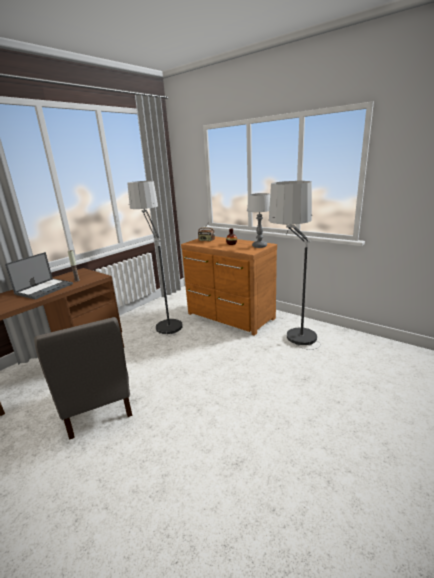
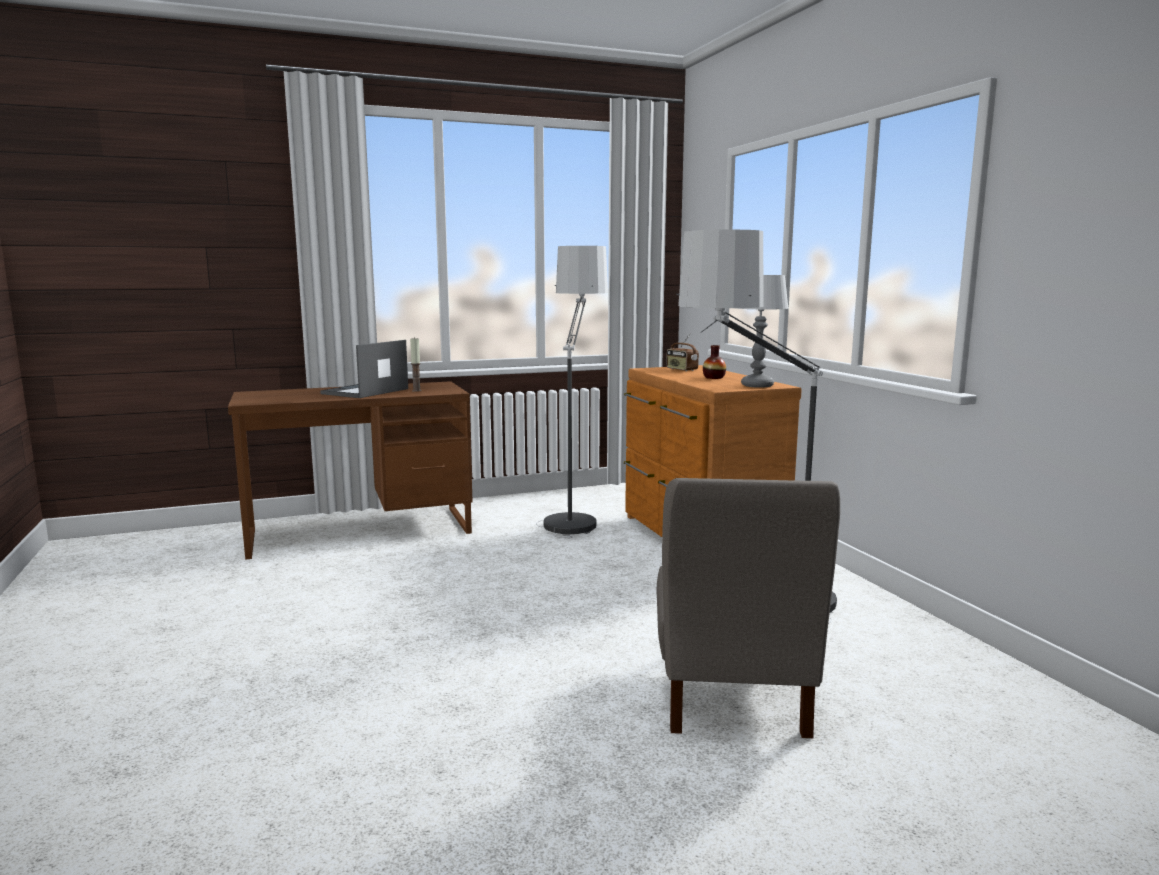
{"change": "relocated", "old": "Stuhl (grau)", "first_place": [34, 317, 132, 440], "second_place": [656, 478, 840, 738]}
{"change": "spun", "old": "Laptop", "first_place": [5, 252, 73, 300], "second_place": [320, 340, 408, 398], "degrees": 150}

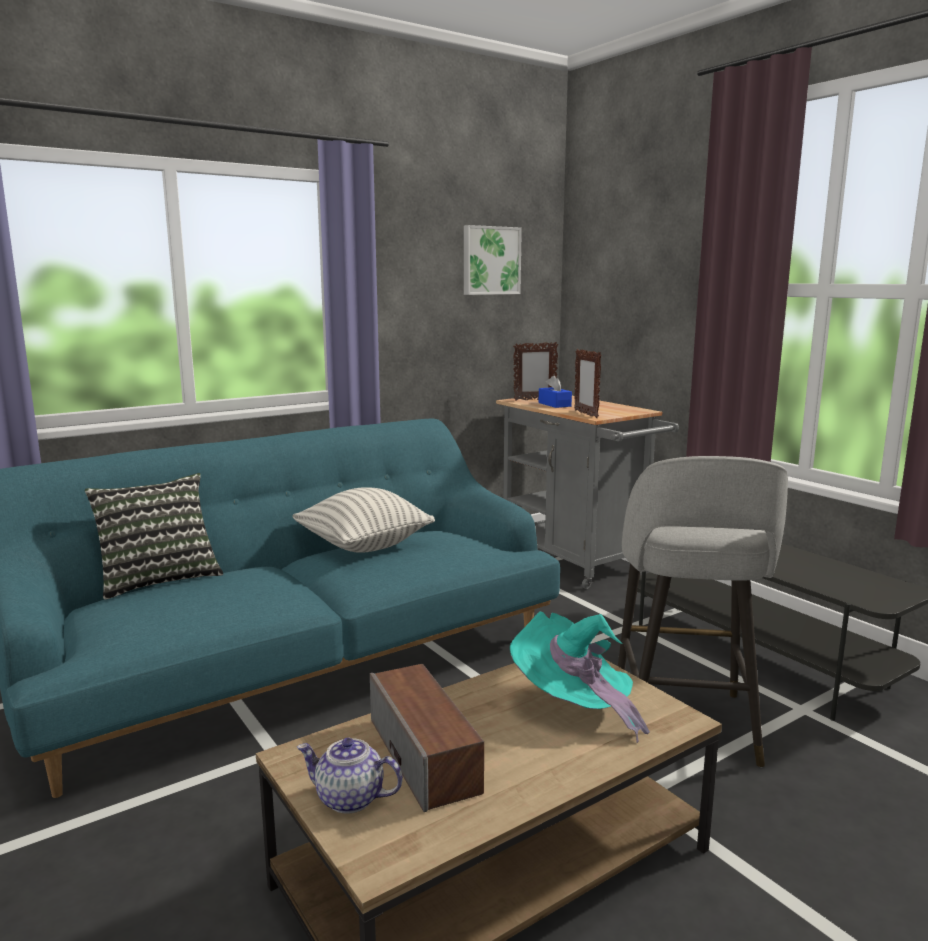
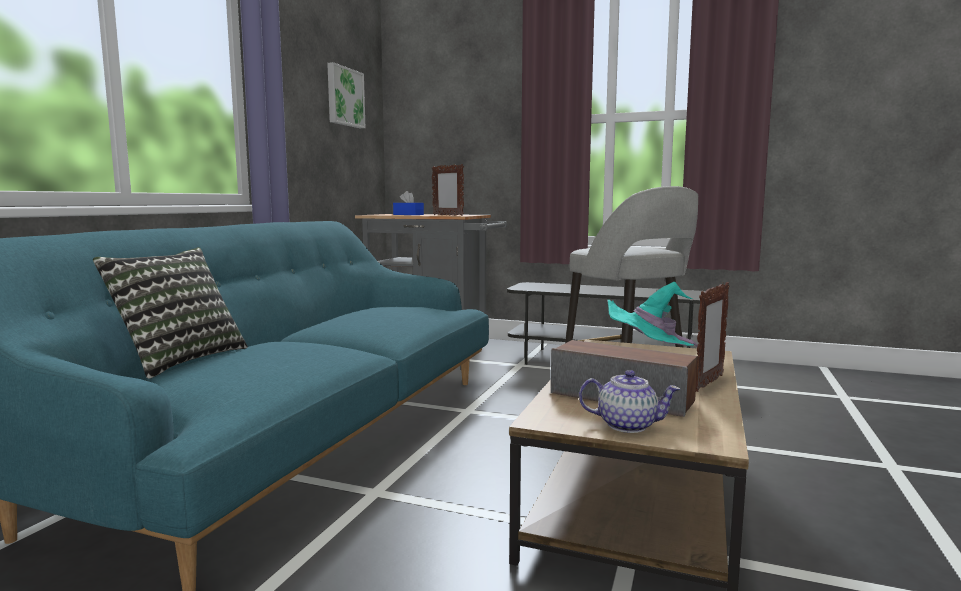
{"change": "missing", "old": "Kissen", "first_place": [292, 487, 435, 553]}
{"change": "relocated", "old": "Bilderrahmen", "first_place": [513, 342, 558, 401], "second_place": [696, 282, 730, 392]}
{"change": "spun", "old": "Teekanne", "first_place": [297, 738, 403, 814], "second_place": [579, 370, 680, 433], "degrees": -150}

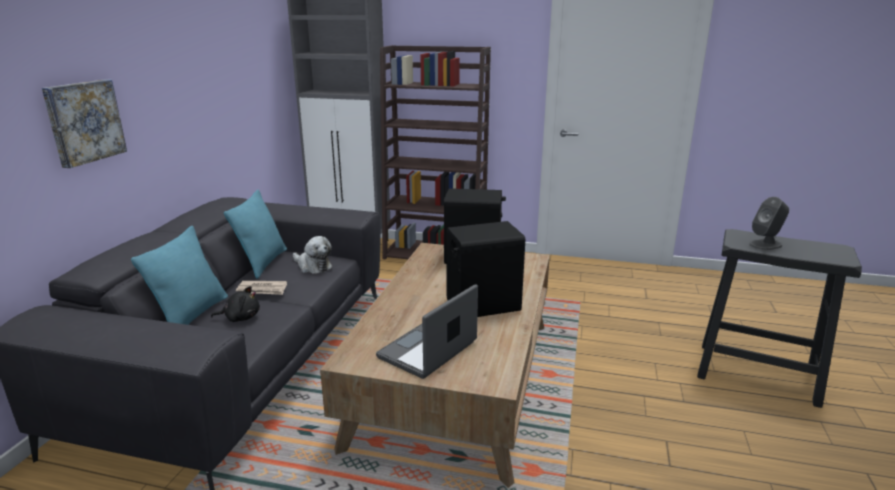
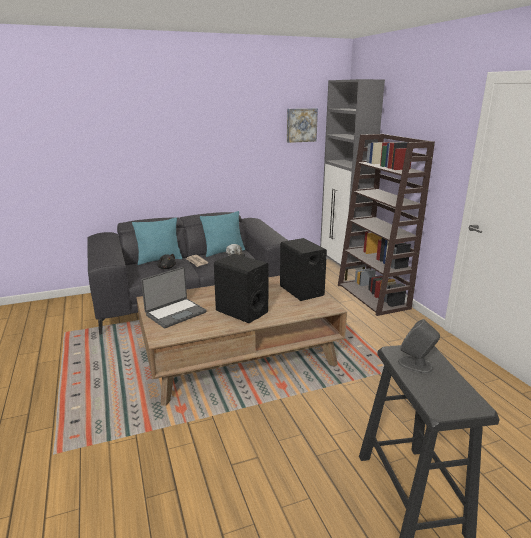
{"change": "relocated", "old": "Bild", "first_place": [42, 79, 127, 168], "second_place": [287, 108, 318, 143]}
{"change": "spun", "old": "Laptop", "first_place": [376, 284, 478, 379], "second_place": [141, 267, 207, 328], "degrees": 135}

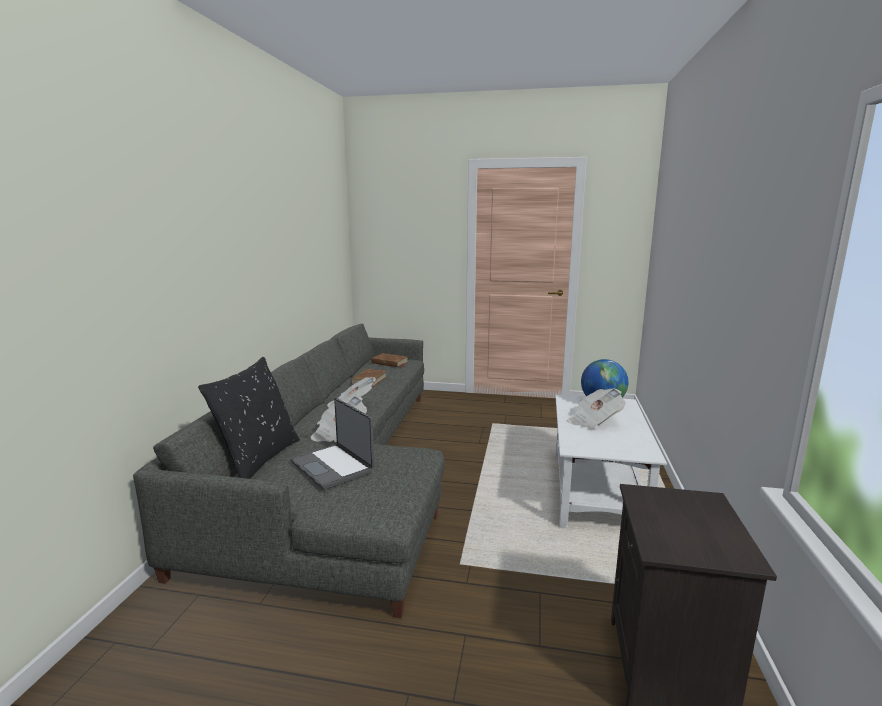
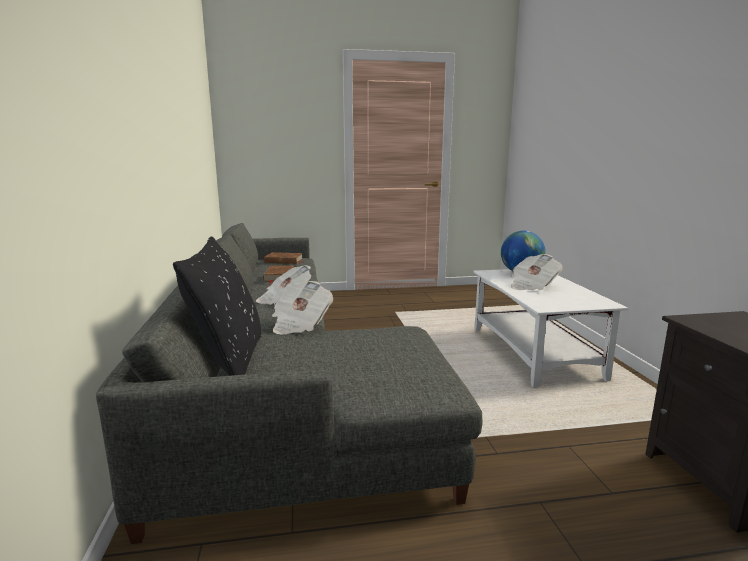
{"change": "missing", "old": "Laptop", "first_place": [291, 398, 374, 490]}

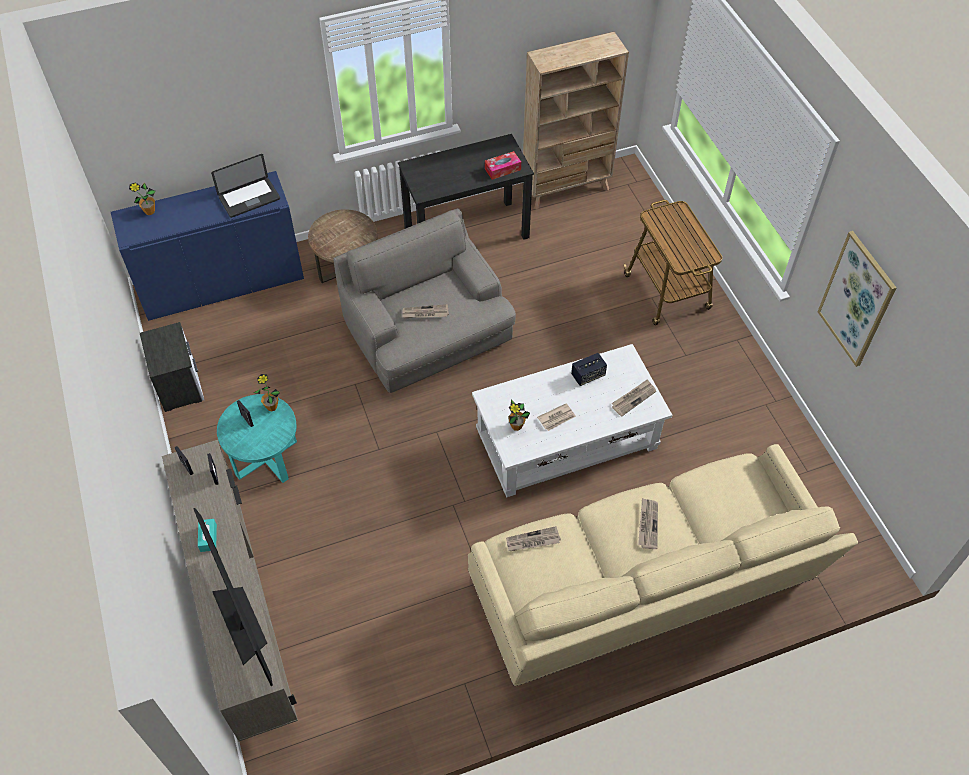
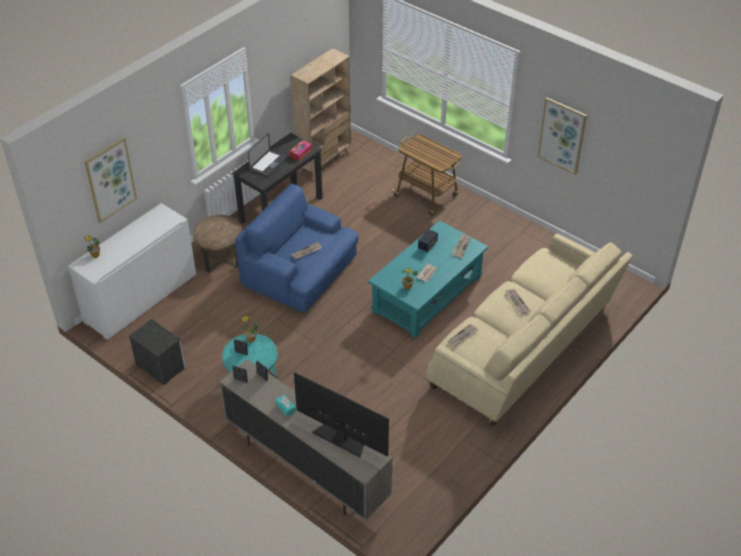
{"change": "appeared", "new": "Bild", "second_place": [84, 137, 137, 223]}
{"change": "relocated", "old": "Laptop", "first_place": [211, 154, 280, 218], "second_place": [248, 133, 287, 177]}
{"change": "colour", "old": "Schrank (blau)", "new": "Schrank (weiß)", "first_place": [111, 171, 304, 321], "second_place": [68, 203, 196, 340]}
{"change": "colour", "old": "Sessel (grau)", "new": "Sessel (blau)", "first_place": [333, 208, 516, 393], "second_place": [235, 184, 359, 313]}
{"change": "colour", "old": "Couchtisch (weiß)", "new": "Couchtisch (türkis)", "first_place": [472, 344, 672, 497], "second_place": [368, 221, 488, 338]}

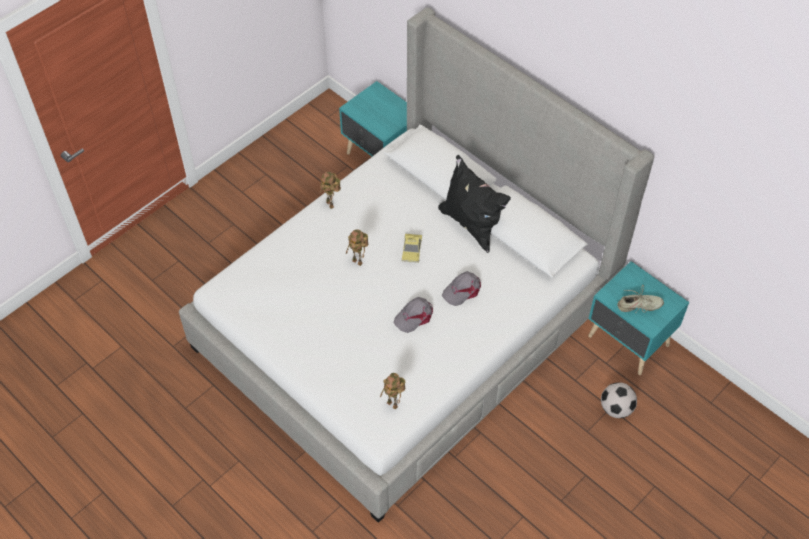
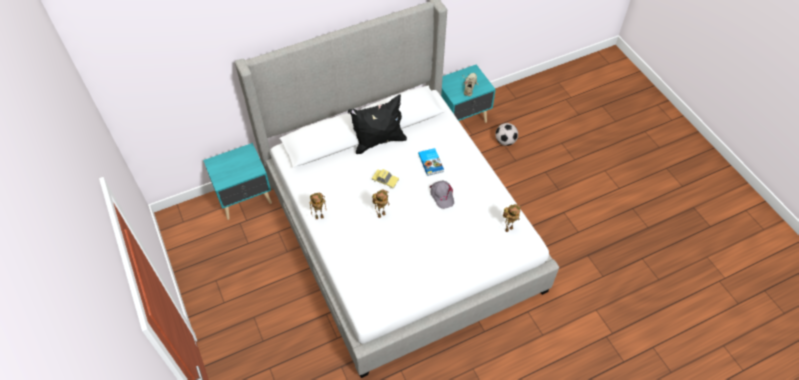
{"change": "exchanged", "old": "Kappe (grau)", "new": "Buch", "first_place": [442, 271, 481, 306], "second_place": [418, 148, 444, 176]}

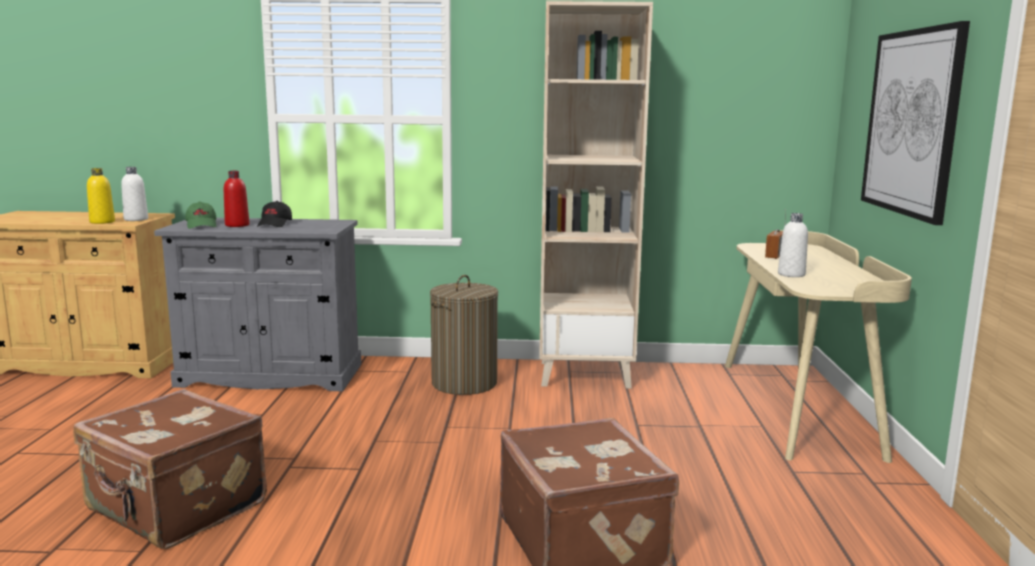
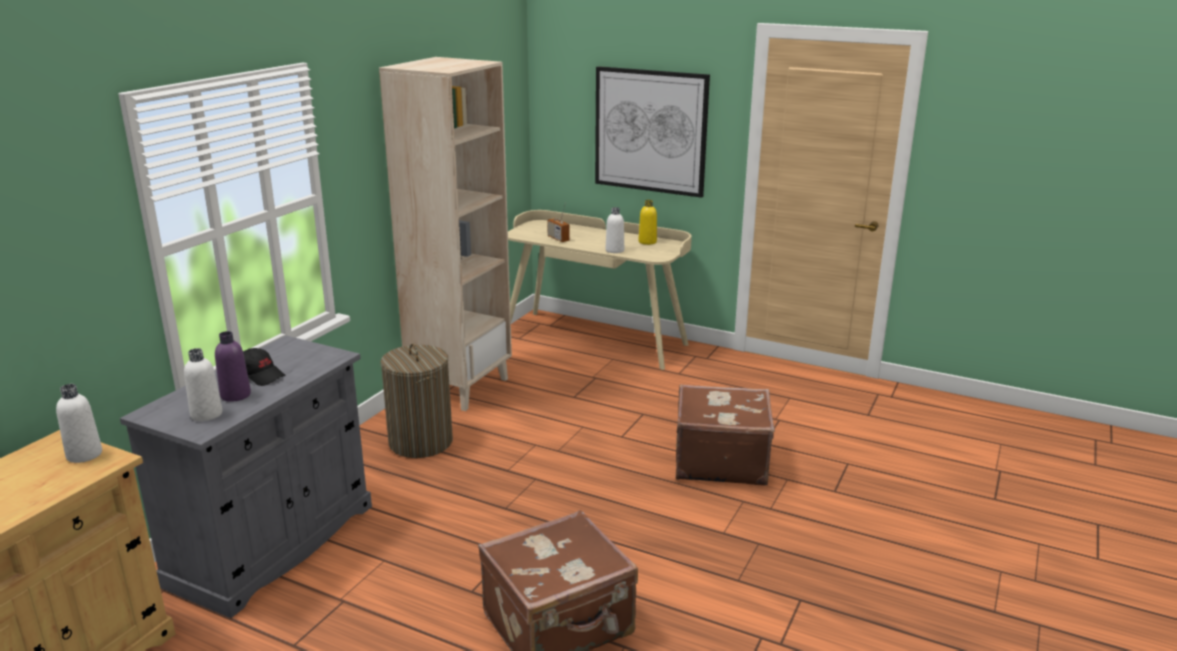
{"change": "relocated", "old": "Flasche (gelb)", "first_place": [87, 168, 115, 224], "second_place": [638, 200, 657, 245]}
{"change": "exchanged", "old": "Kappe (grün)", "new": "Flasche (weiß)", "first_place": [185, 201, 216, 229], "second_place": [184, 348, 222, 421]}
{"change": "colour", "old": "Flasche (rot)", "new": "Flasche (lila)", "first_place": [224, 171, 249, 227], "second_place": [215, 331, 251, 402]}

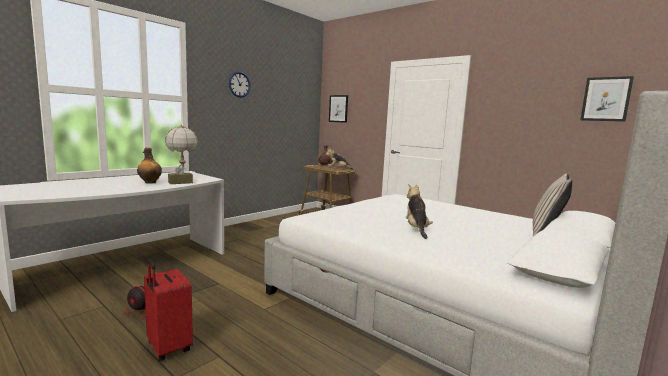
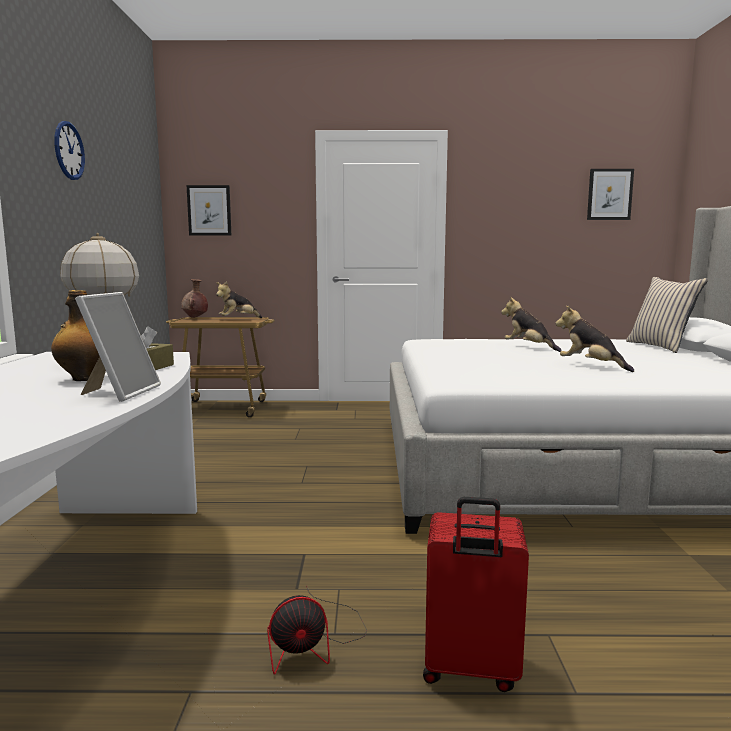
{"change": "appeared", "new": "Bilderrahmen", "second_place": [75, 292, 161, 402]}
{"change": "appeared", "new": "Plüschtier", "second_place": [501, 297, 562, 352]}

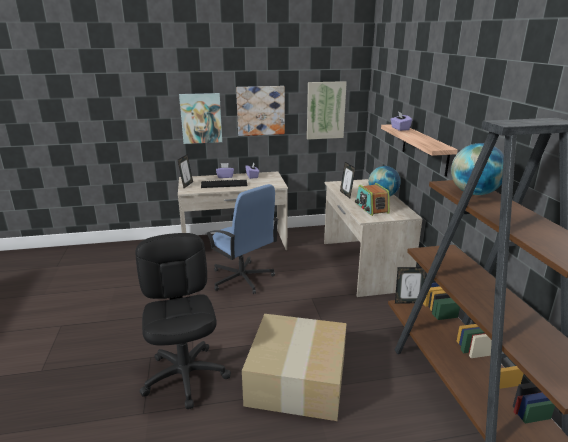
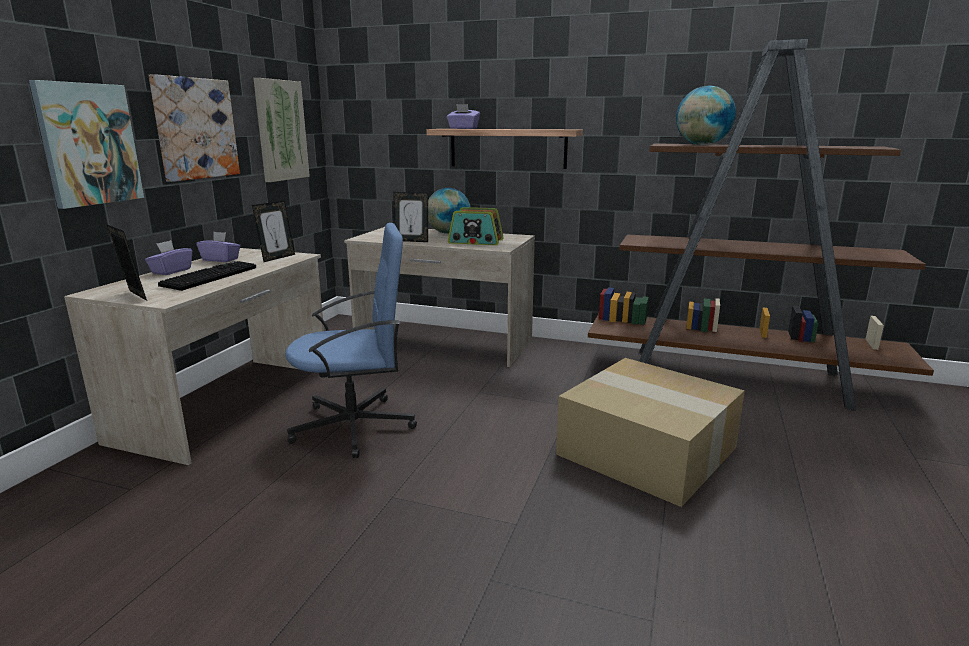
{"change": "missing", "old": "Bürostuhl (schwarz)", "first_place": [135, 233, 231, 409]}
{"change": "relocated", "old": "Bilderrahmen", "first_place": [395, 267, 427, 303], "second_place": [252, 200, 295, 262]}

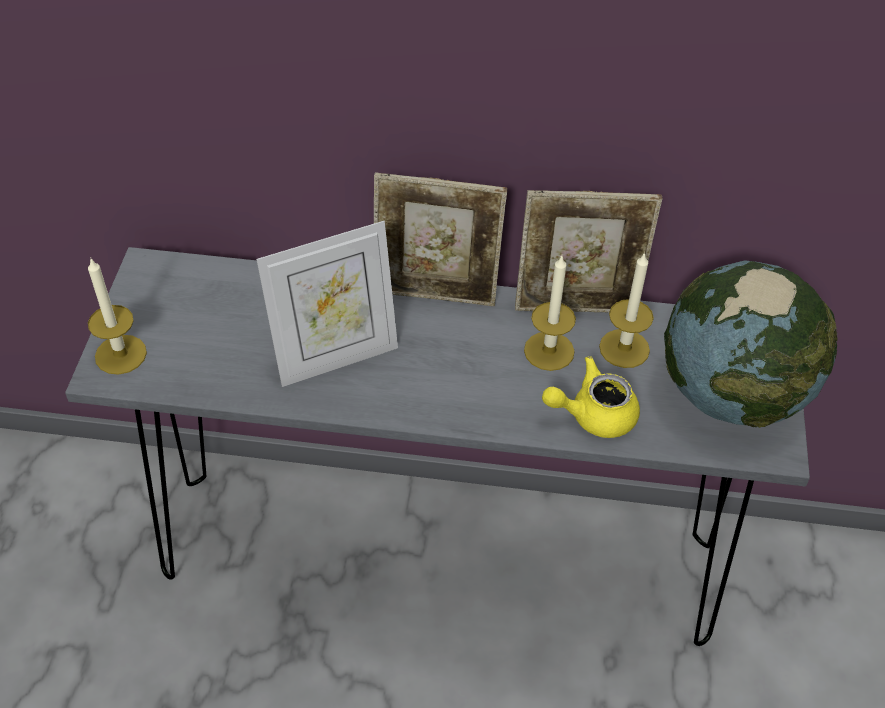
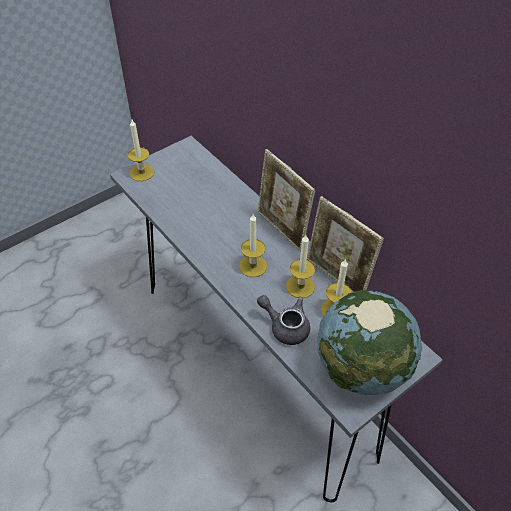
{"change": "missing", "old": "Bilderrahmen", "first_place": [256, 221, 398, 387]}
{"change": "appeared", "new": "Kerze", "second_place": [239, 214, 267, 277]}
{"change": "colour", "old": "Teekanne (gelb)", "new": "Teekanne (grau)", "first_place": [542, 356, 640, 438], "second_place": [257, 295, 310, 345]}

